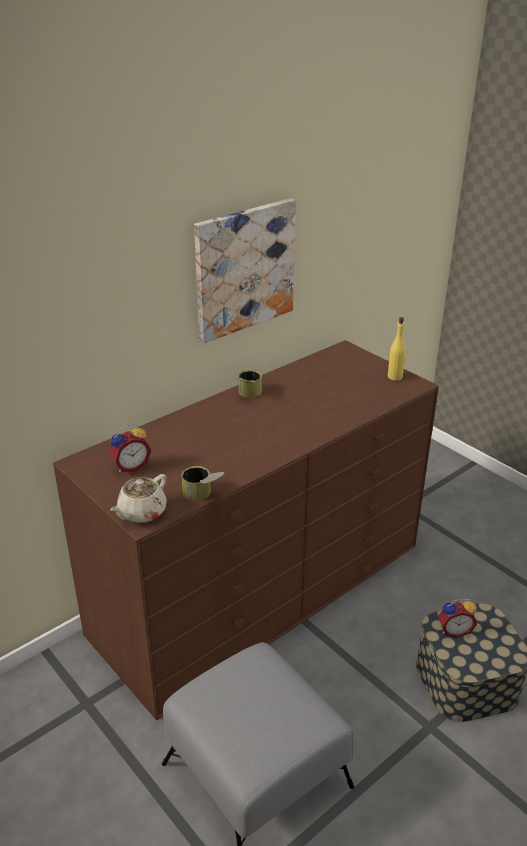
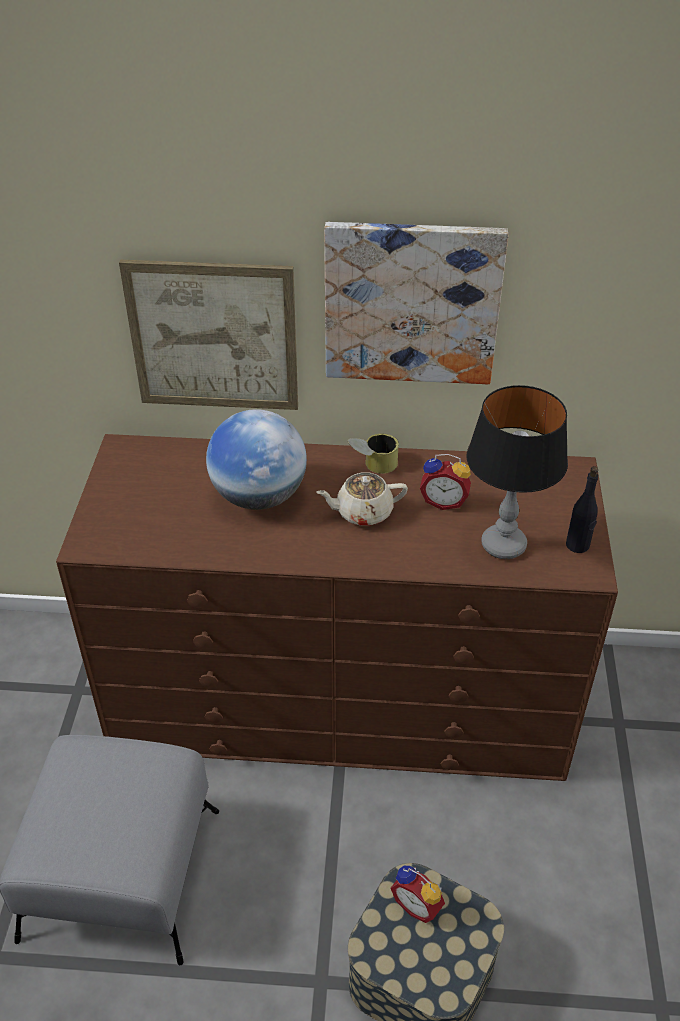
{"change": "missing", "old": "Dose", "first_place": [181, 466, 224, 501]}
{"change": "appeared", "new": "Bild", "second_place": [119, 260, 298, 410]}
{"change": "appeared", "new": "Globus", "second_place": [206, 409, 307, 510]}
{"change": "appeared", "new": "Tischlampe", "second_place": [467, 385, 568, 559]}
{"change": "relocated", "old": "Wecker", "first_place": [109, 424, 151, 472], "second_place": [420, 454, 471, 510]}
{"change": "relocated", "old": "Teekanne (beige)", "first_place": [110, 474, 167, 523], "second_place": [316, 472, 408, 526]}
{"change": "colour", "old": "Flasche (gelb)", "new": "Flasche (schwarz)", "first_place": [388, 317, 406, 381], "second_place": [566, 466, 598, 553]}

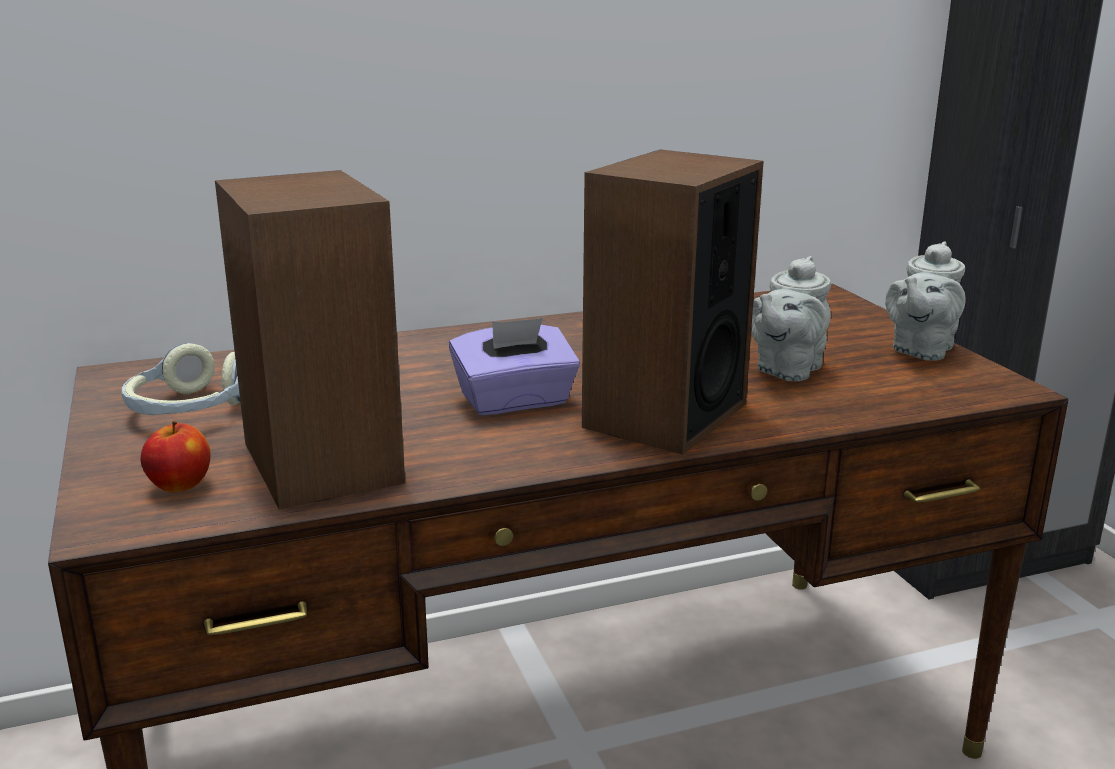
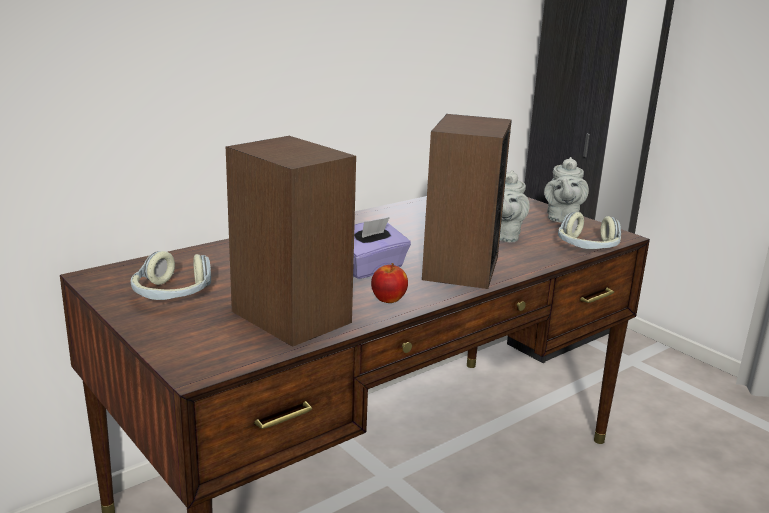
{"change": "appeared", "new": "Kopfhörer", "second_place": [558, 212, 621, 249]}
{"change": "relocated", "old": "Apfel", "first_place": [140, 421, 211, 492], "second_place": [371, 263, 408, 303]}

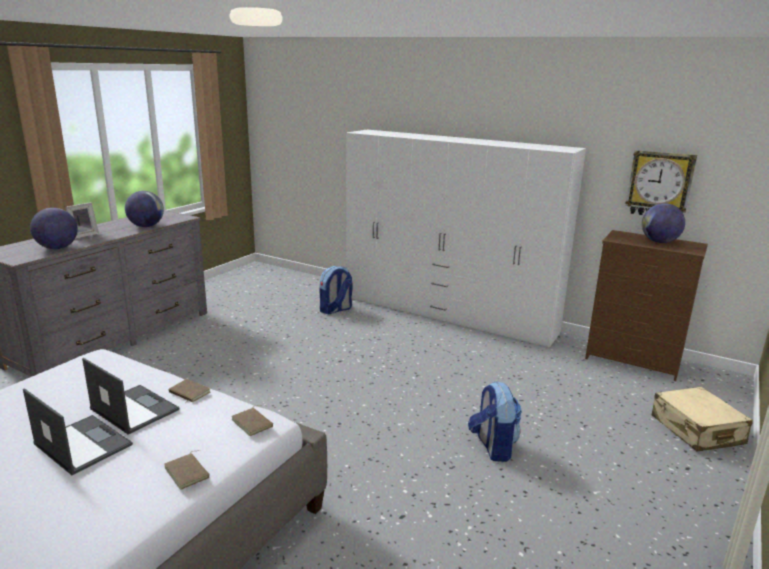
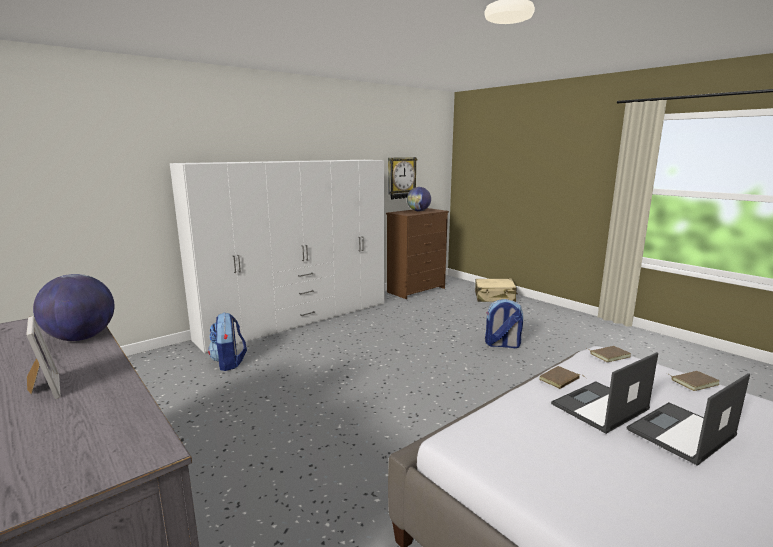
{"change": "missing", "old": "Globus", "first_place": [30, 208, 78, 249]}

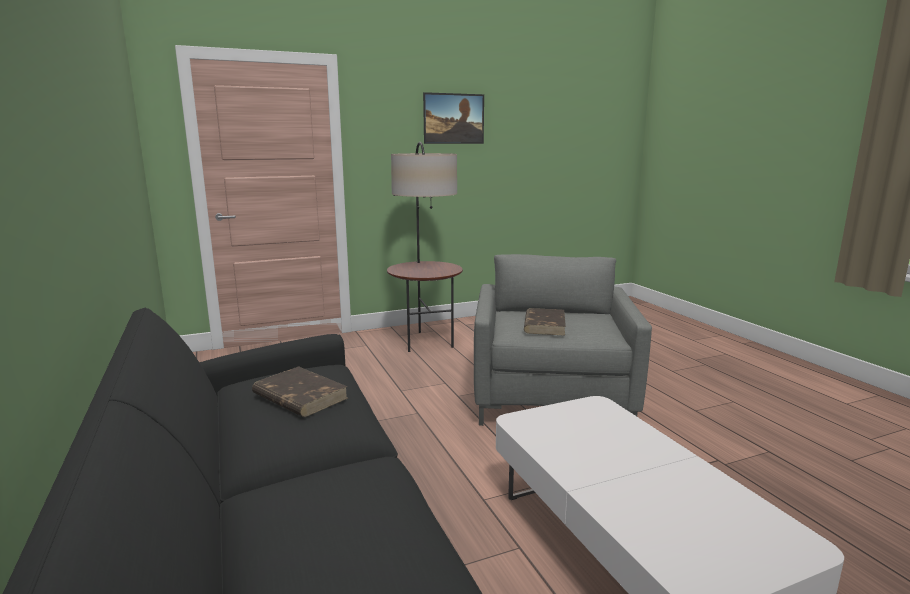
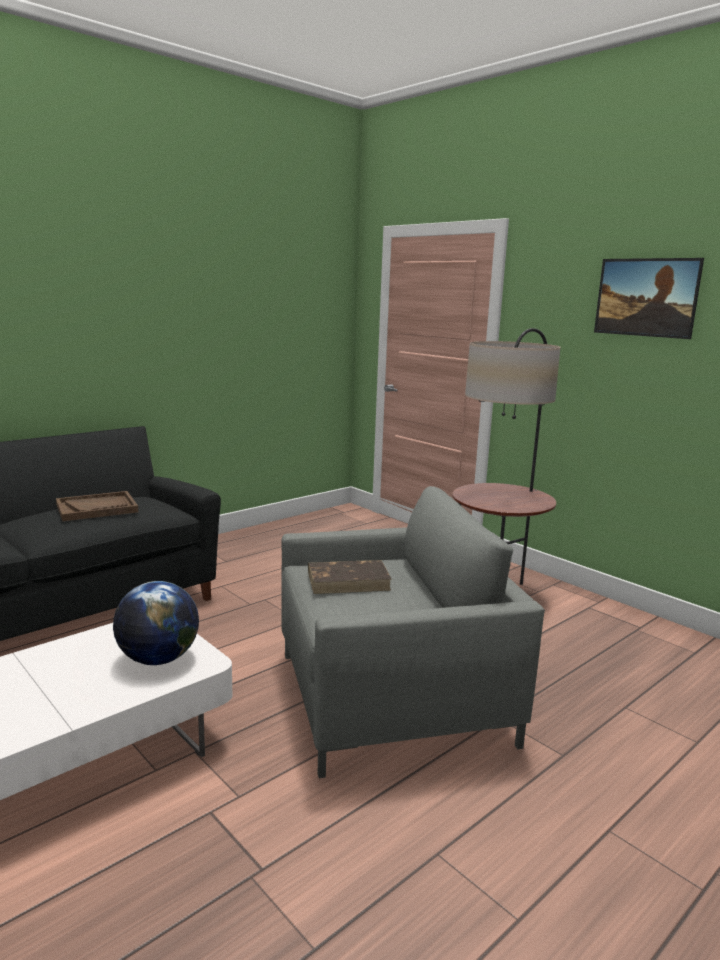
{"change": "appeared", "new": "Globus", "second_place": [113, 581, 199, 665]}
{"change": "exchanged", "old": "Buch (braun)", "new": "Tablett (braun)", "first_place": [252, 366, 348, 417], "second_place": [56, 491, 138, 521]}

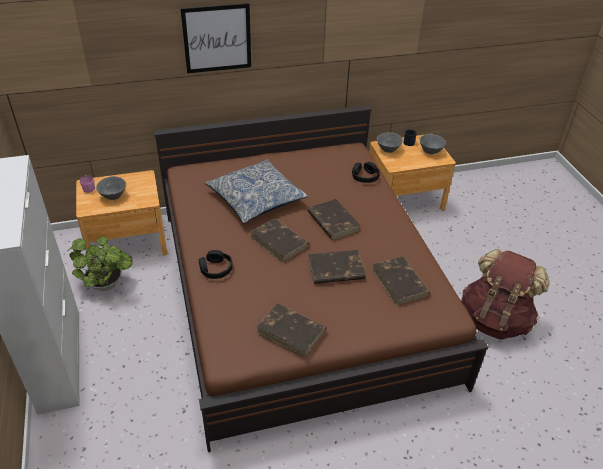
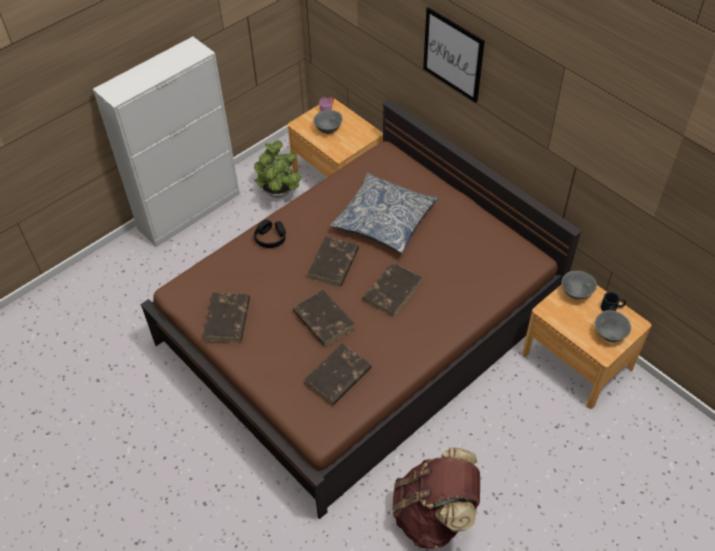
{"change": "missing", "old": "Kopfhörer (schwarz)", "first_place": [352, 162, 380, 183]}

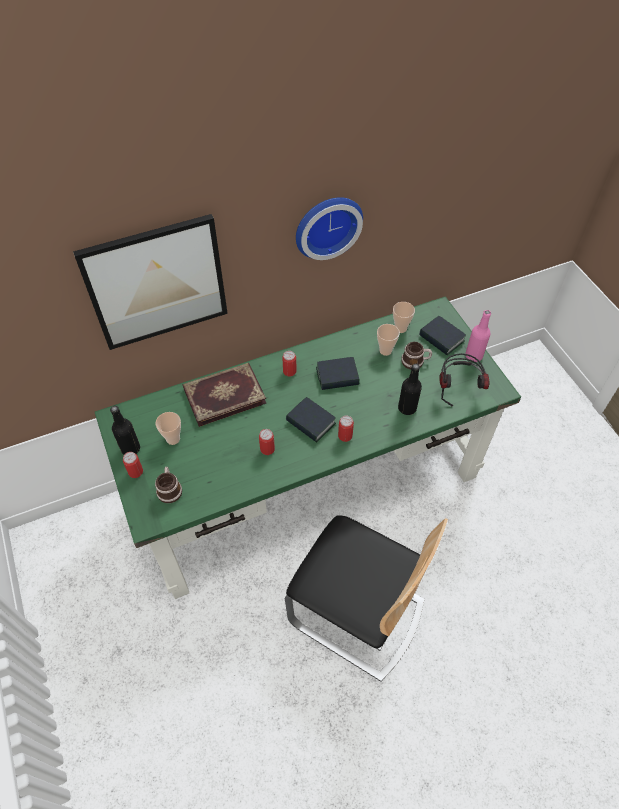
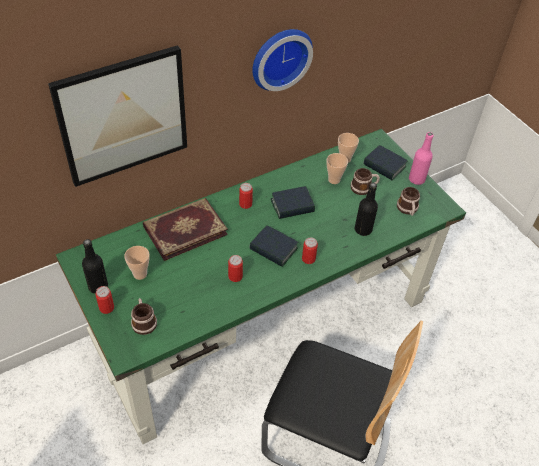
{"change": "exchanged", "old": "Kopfhörer", "new": "Henkelbecher", "first_place": [439, 353, 490, 406], "second_place": [397, 187, 420, 216]}

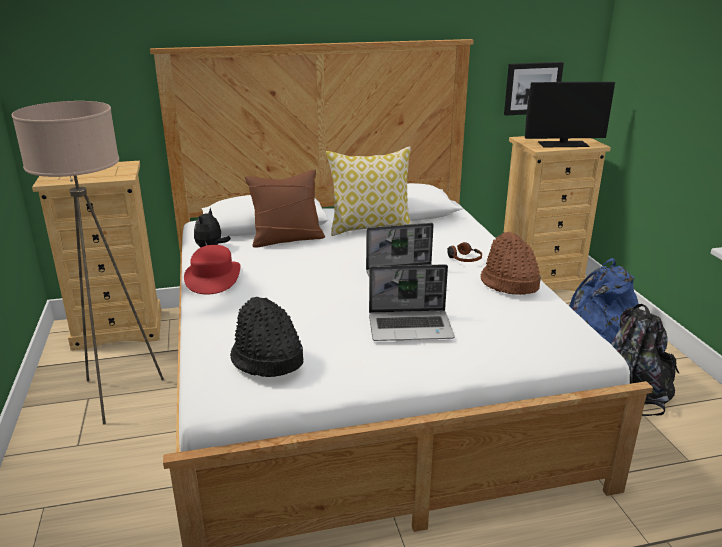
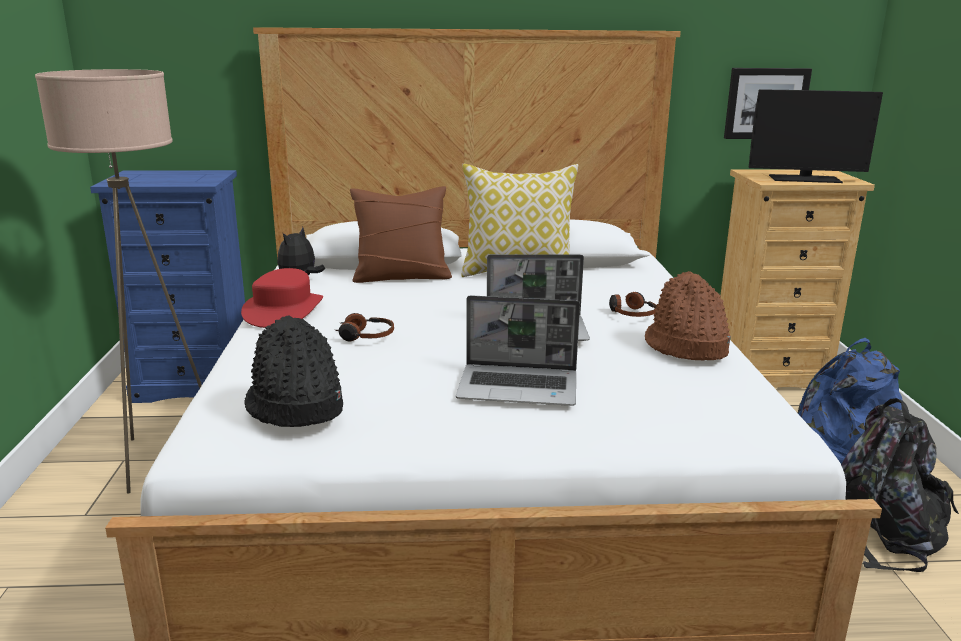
{"change": "appeared", "new": "Kopfhörer", "second_place": [336, 313, 394, 341]}
{"change": "colour", "old": "Kommode (beige)", "new": "Kommode (blau)", "first_place": [32, 161, 161, 351], "second_place": [90, 170, 245, 403]}

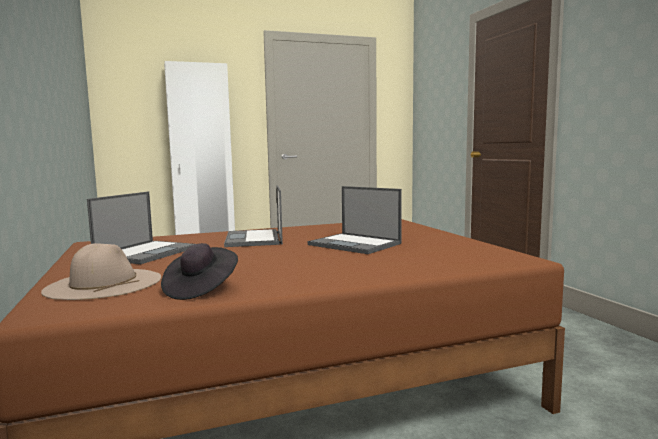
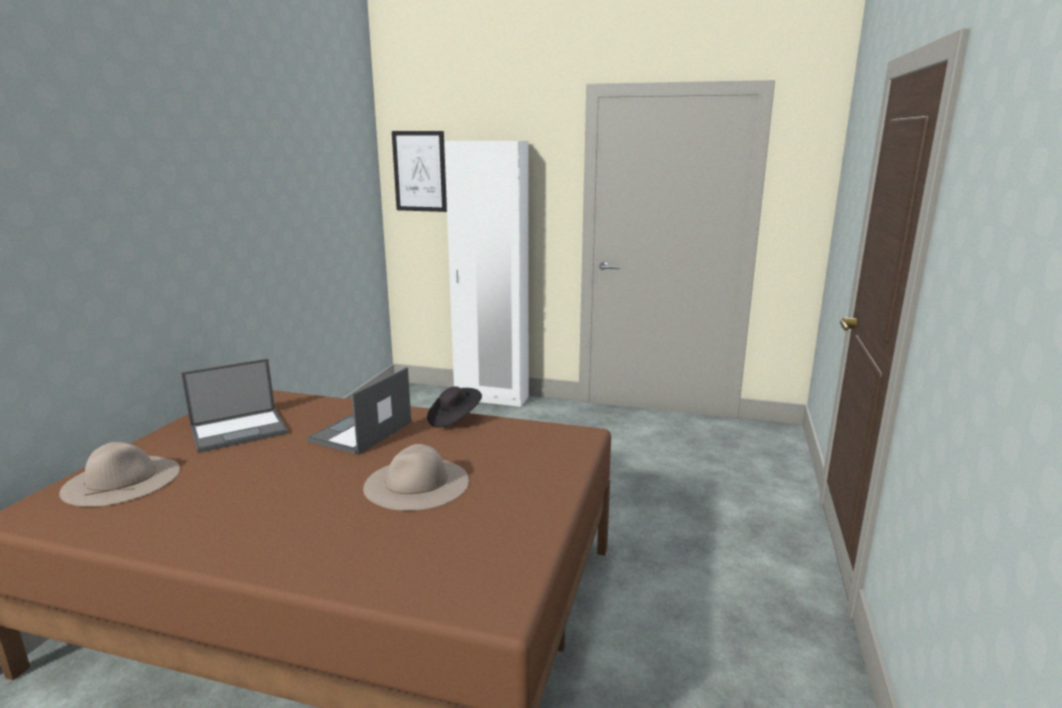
{"change": "appeared", "new": "Bild", "second_place": [392, 131, 447, 212]}
{"change": "relocated", "old": "Hut (schwarz)", "first_place": [161, 243, 238, 300], "second_place": [427, 386, 482, 427]}
{"change": "exchanged", "old": "Laptop", "new": "Hut (beige)", "first_place": [308, 186, 402, 254], "second_place": [363, 444, 469, 511]}

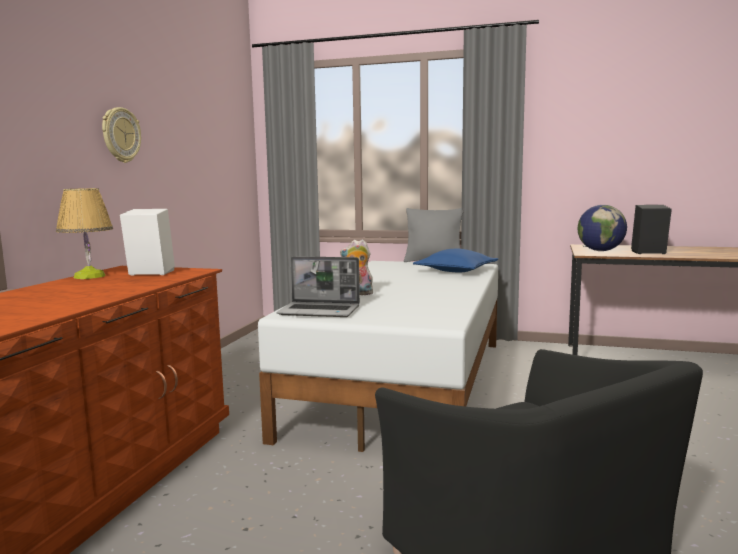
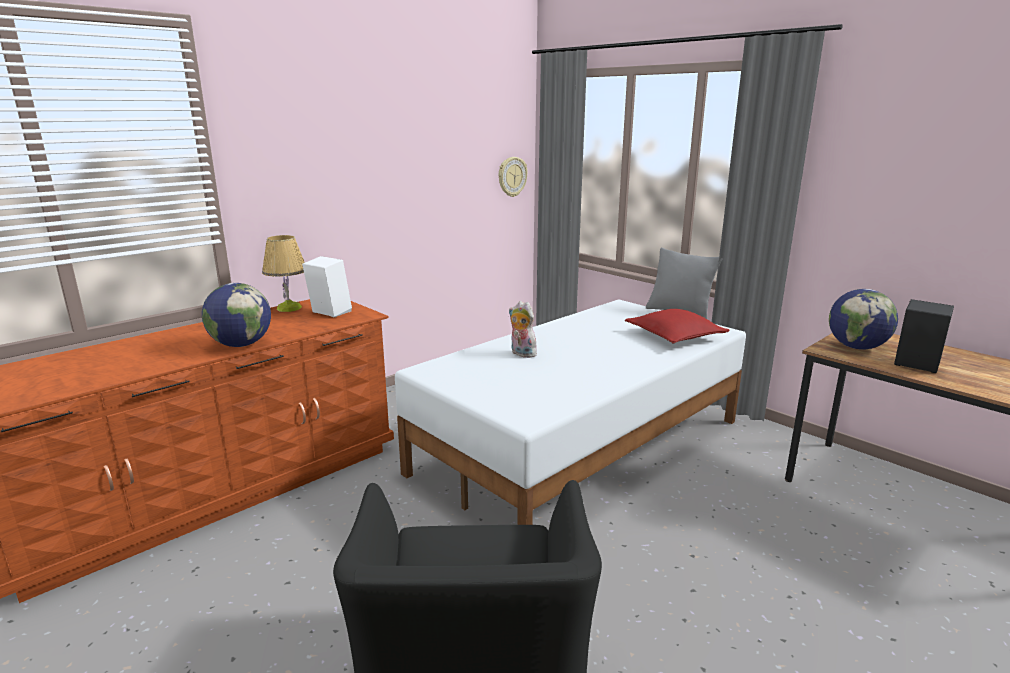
{"change": "missing", "old": "Laptop", "first_place": [276, 256, 360, 317]}
{"change": "appeared", "new": "Globus", "second_place": [202, 283, 271, 347]}
{"change": "relocated", "old": "Wanduhr", "first_place": [102, 107, 141, 163], "second_place": [499, 157, 528, 197]}
{"change": "colour", "old": "Kissen (blau)", "new": "Kissen (rot)", "first_place": [413, 249, 498, 273], "second_place": [625, 309, 730, 344]}

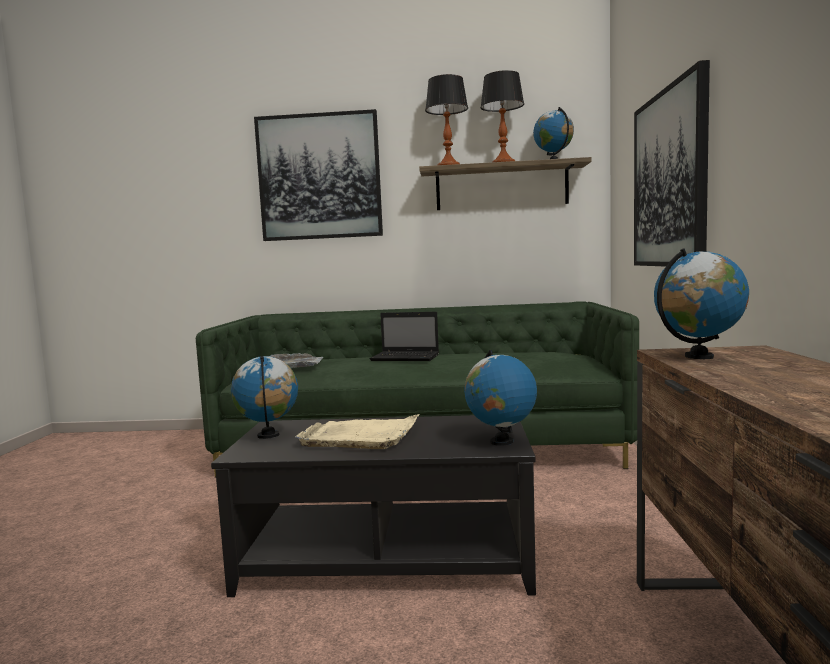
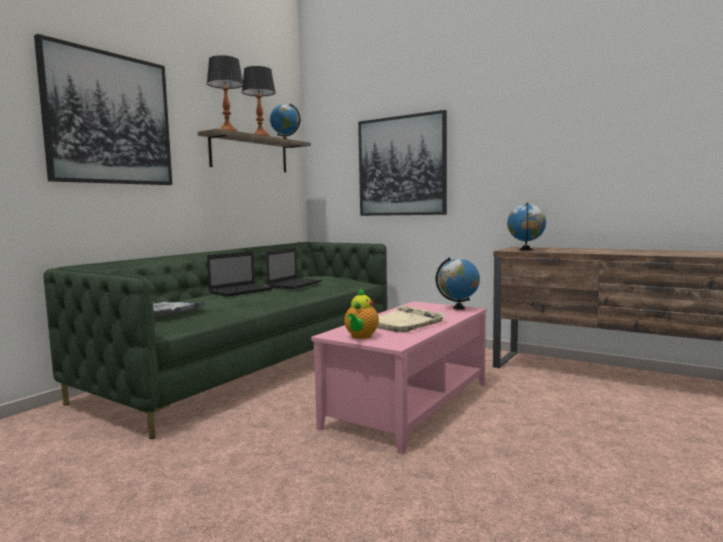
{"change": "appeared", "new": "Laptop", "second_place": [266, 248, 322, 289]}
{"change": "exchanged", "old": "Globus", "new": "Teekanne", "first_place": [231, 356, 298, 439], "second_place": [344, 288, 379, 339]}
{"change": "colour", "old": "Couchtisch (schwarz)", "new": "Couchtisch (rosa)", "first_place": [211, 415, 536, 597], "second_place": [311, 301, 487, 454]}

